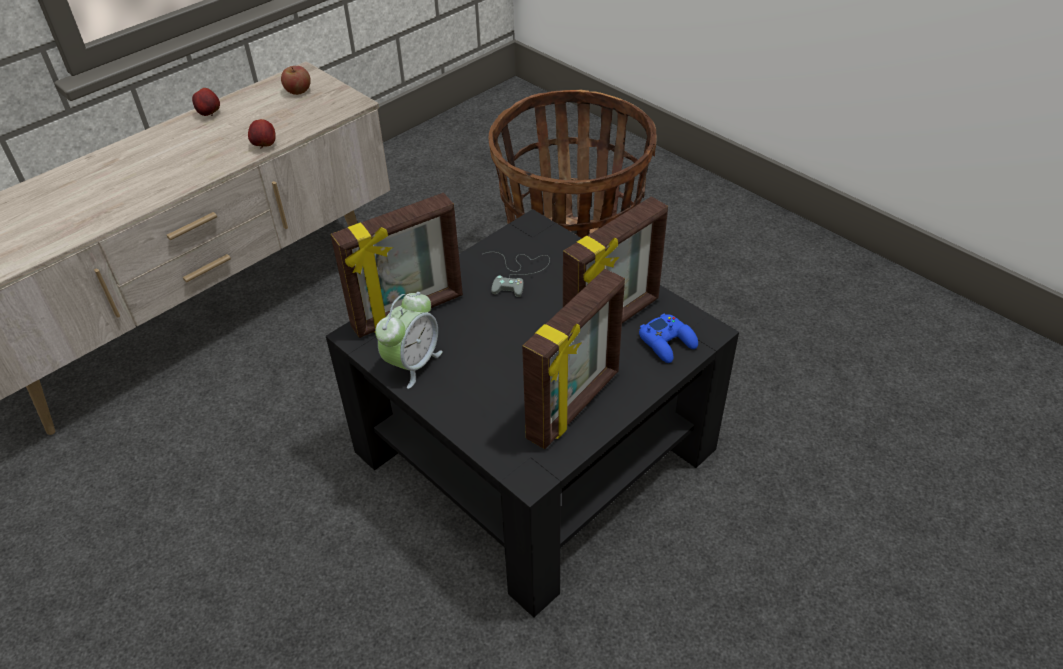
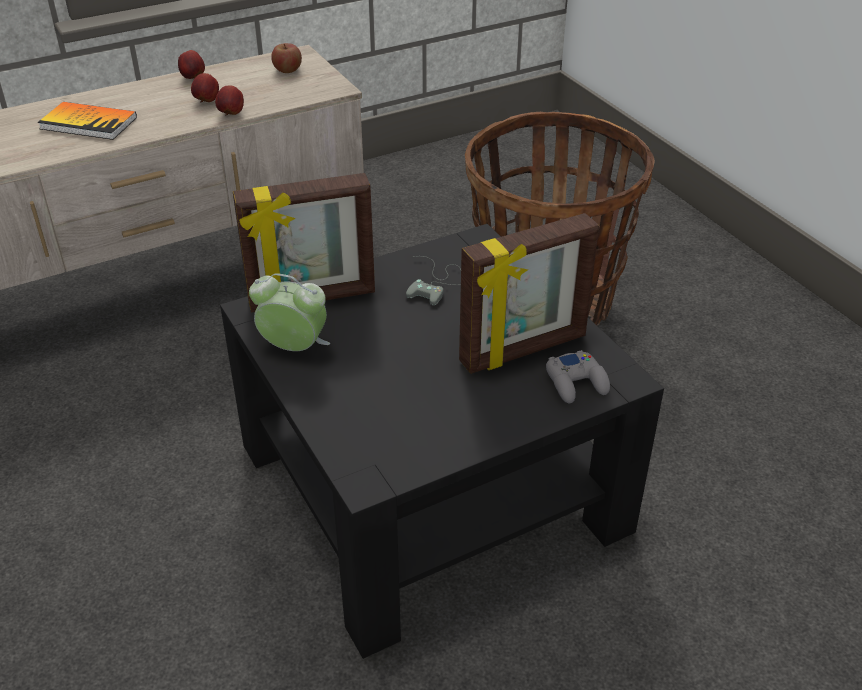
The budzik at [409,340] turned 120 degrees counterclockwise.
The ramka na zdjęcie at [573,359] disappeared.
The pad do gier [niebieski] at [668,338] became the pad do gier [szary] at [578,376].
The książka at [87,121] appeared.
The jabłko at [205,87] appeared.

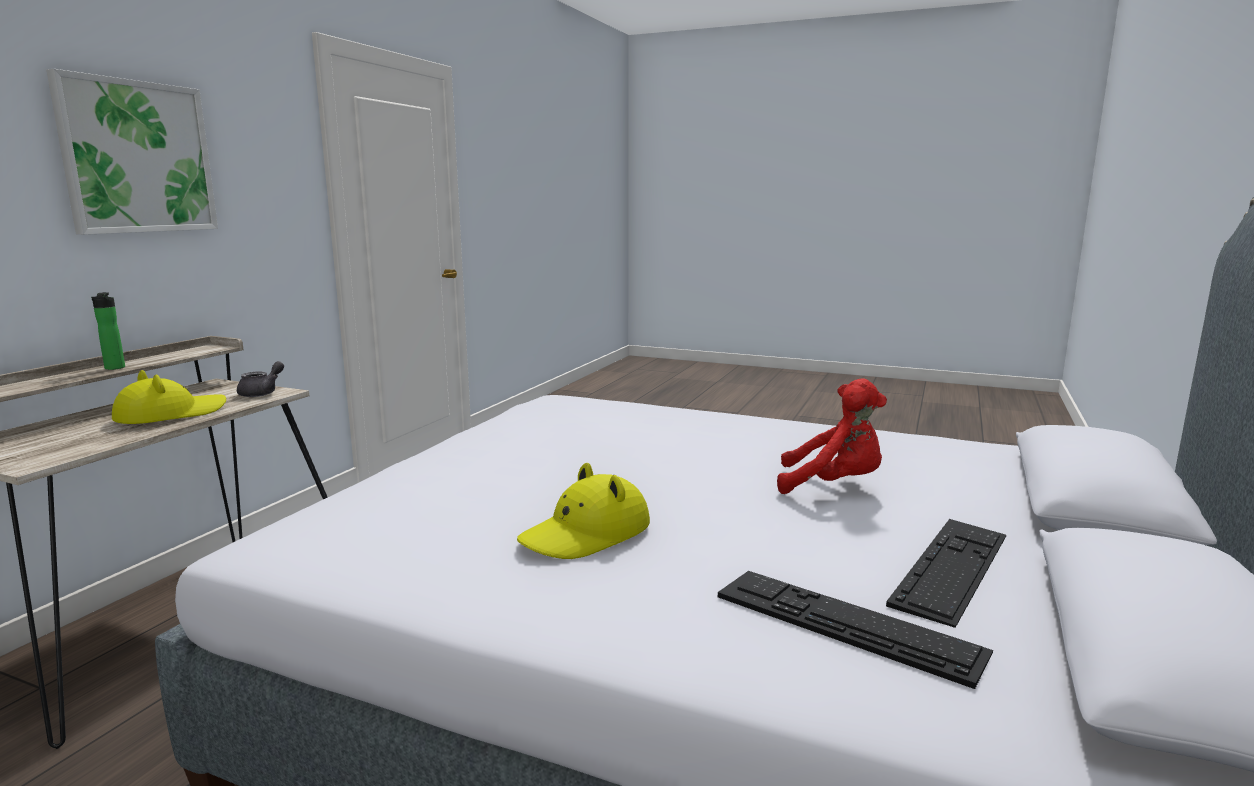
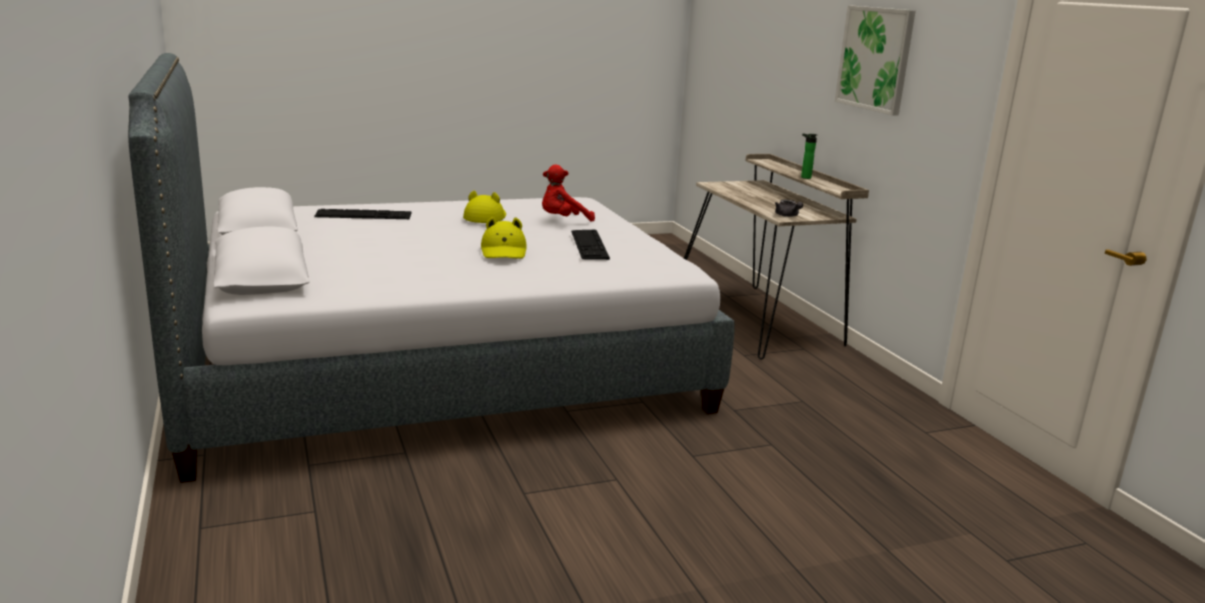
The kapelusz [żółty] moved from [169,397] to [504,238].
The pluszak [czerwony] moved from [832,436] to [568,193].
The klawiatura moved from [946,573] to [590,244].

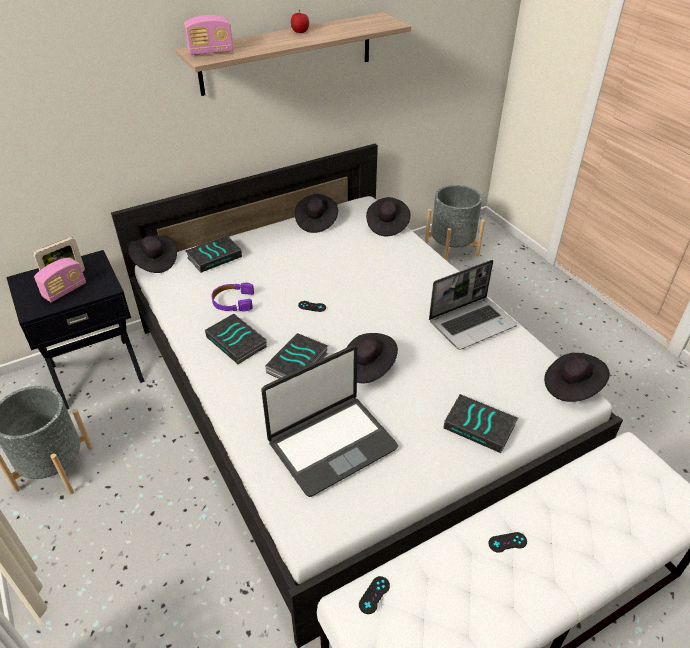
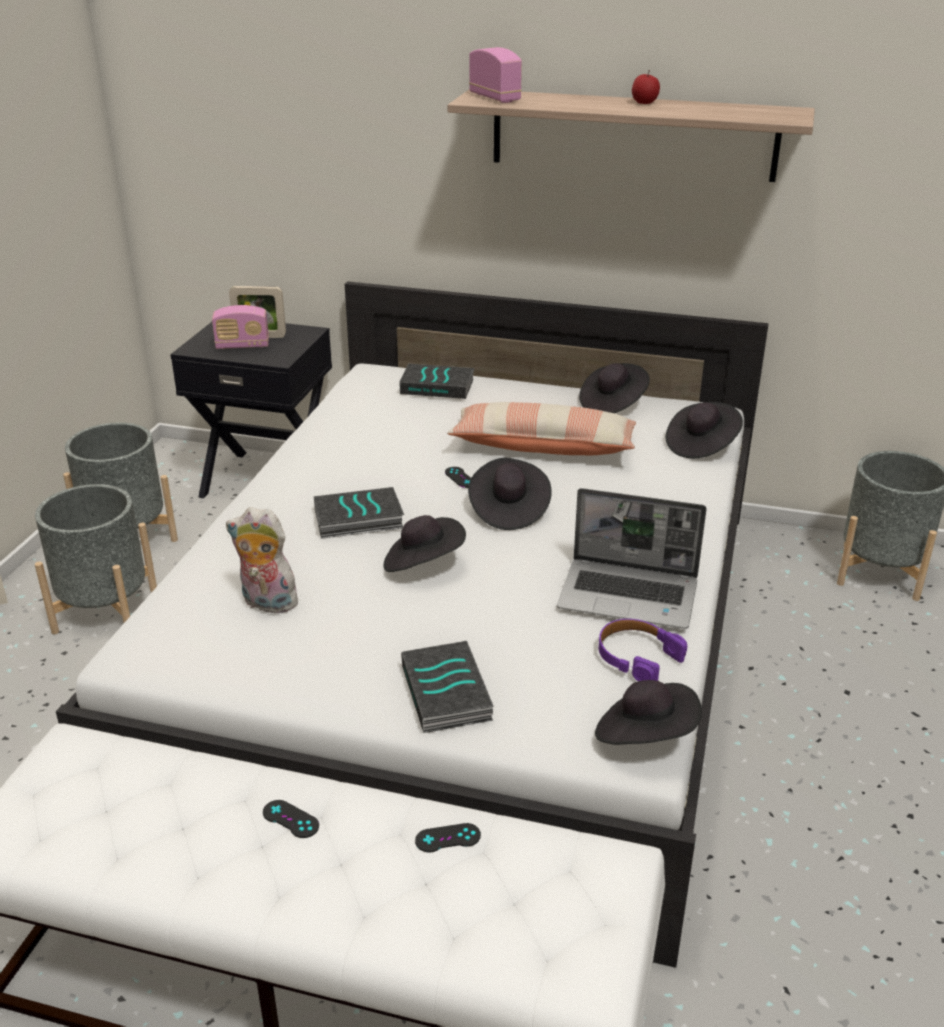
The kapelusz [czarny] moved from [152,253] to [510,494].
The radio at [208,35] turned 150 degrees counterclockwise.
The książka at [236,339] disappeared.
The słuchawki [fioletowy] moved from [233,297] to [643,650].
The laptop at [329,421] was replaced by the pluszak at [263,560].
The pad do gier [czarny] moved from [374,595] to [448,837].
The donica [szary] at [96,559] appeared.
The poduszka at [541,428] appeared.

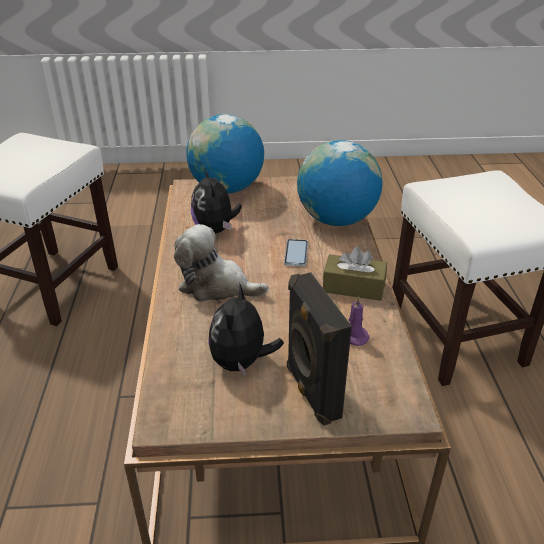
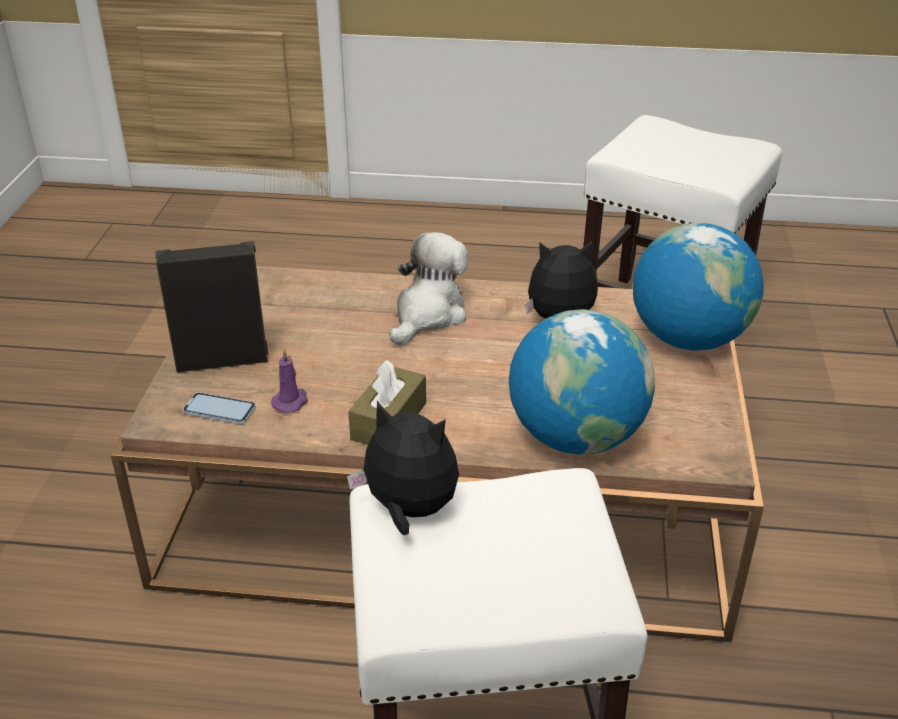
The pluszak moved from [246,329] to [403,468].
The telefon moved from [296,252] to [219,408].

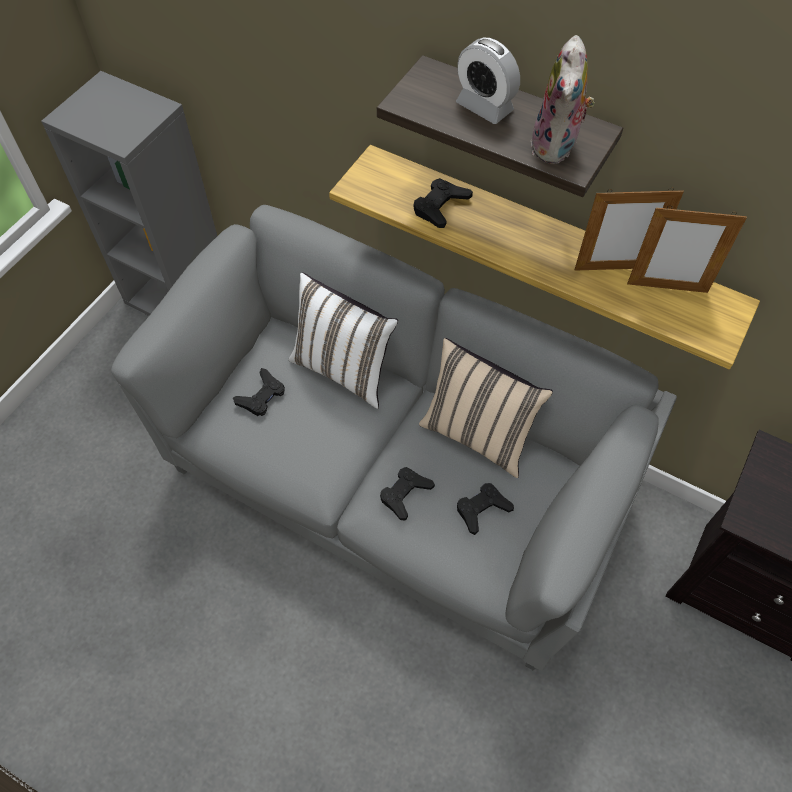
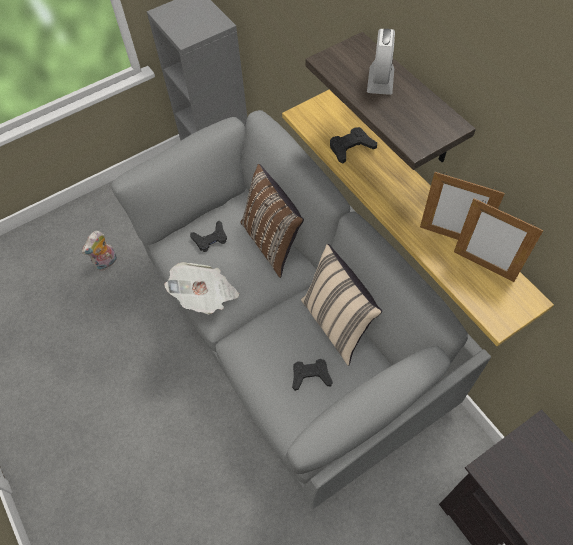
The poduszka [biały] at [343,340] became the poduszka [brązowy] at [272,221].
The pad do gier [czarny] at [407,494] disappeared.
The budzik at [488,81] turned 150 degrees counterclockwise.
The pluszak moved from [563,99] to [99,251].
The gazeta at [201,288] appeared.

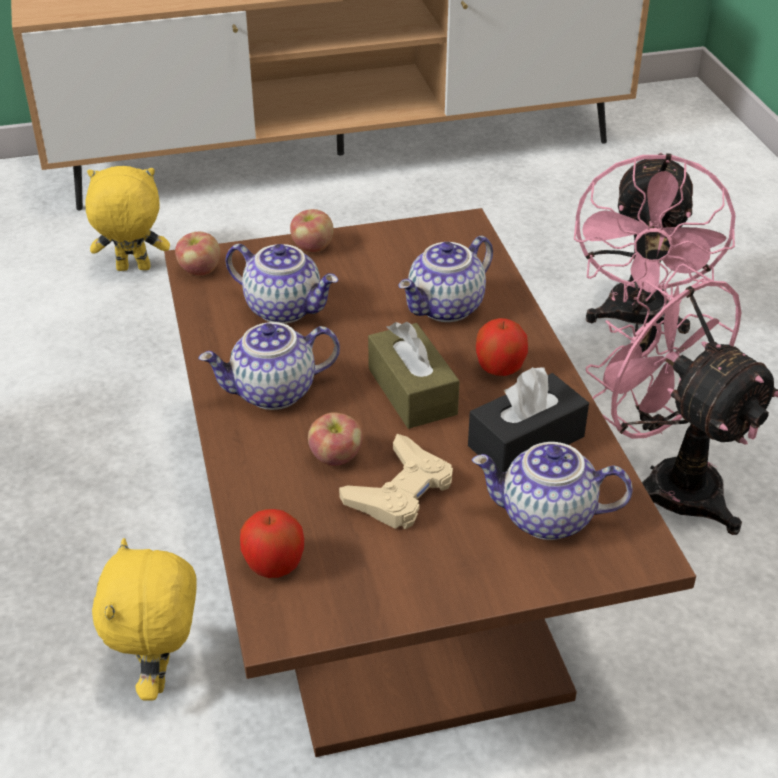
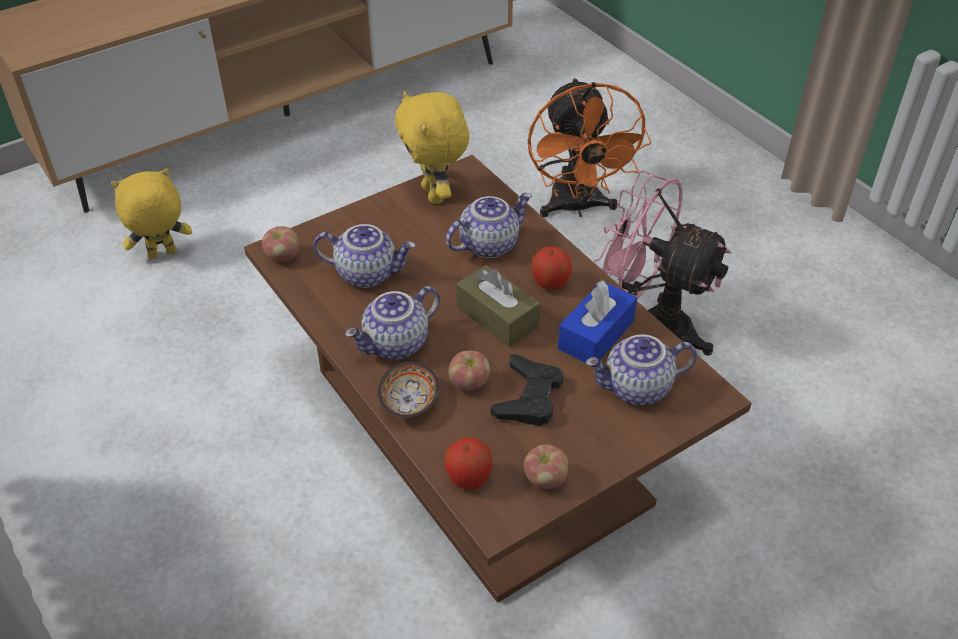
The pluszak [żółty] moved from [144,619] to [432,147].
The jabłko moved from [312,230] to [546,466].
The pad do gier [beżowy] at [396,481] became the pad do gier [czarny] at [527,390].
The imbryk at [445,279] turned 150 degrees counterclockwise.
The pudełko chusteczek [czarny] at [528,419] became the pudełko chusteczek [niebieski] at [597,323].
The wentylator [różowy] at [654,243] became the wentylator [pomarańczowy] at [590,147].
The miska at [408,390] appeared.

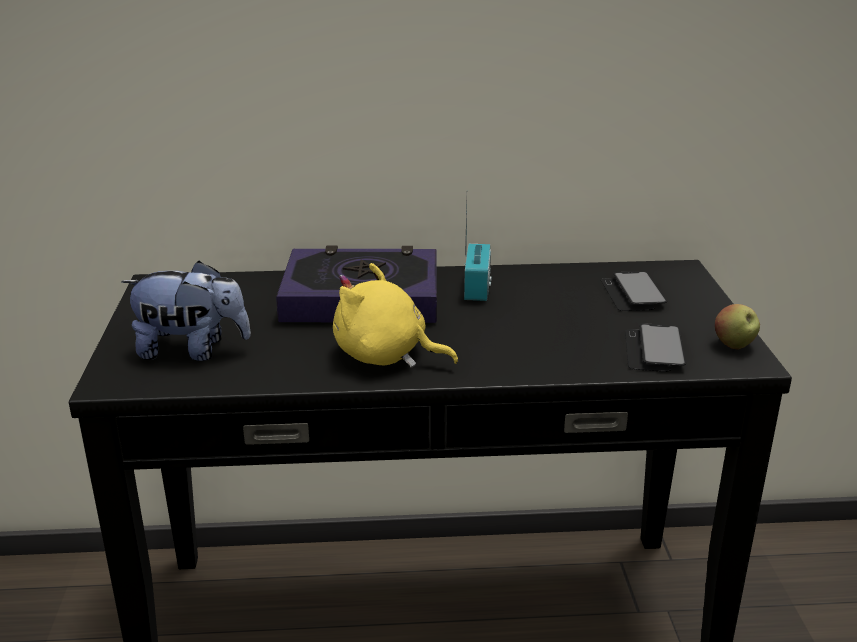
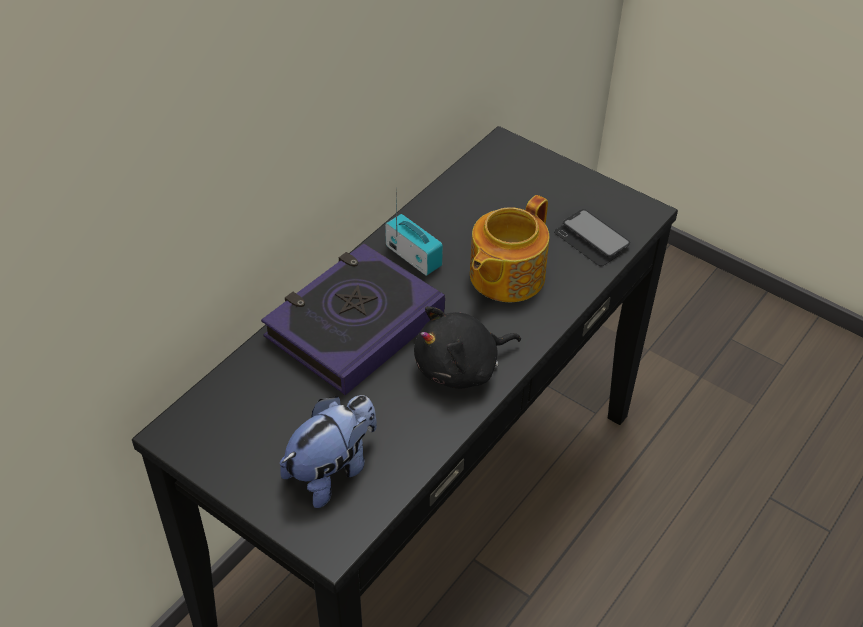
The pluszak [żółty] at [396,315] became the pluszak [czarny] at [467,347].
The telefon at [634,291] disappeared.
The jabłko at [737,327] disappeared.
The imbryk at [509,248] appeared.

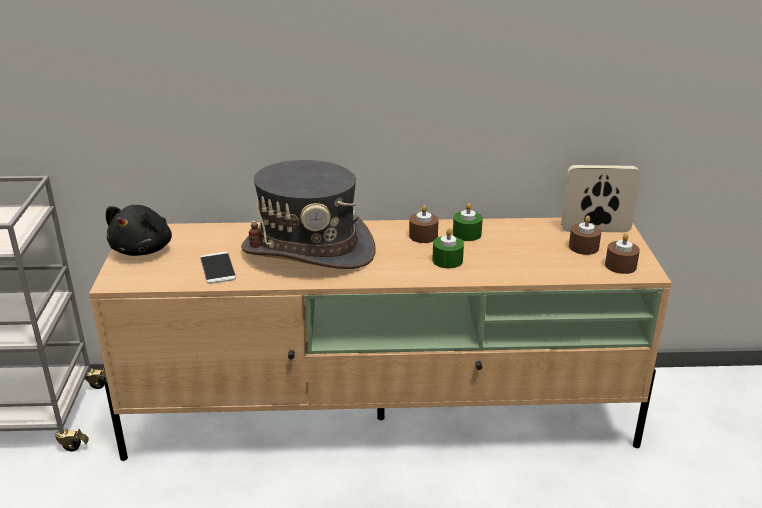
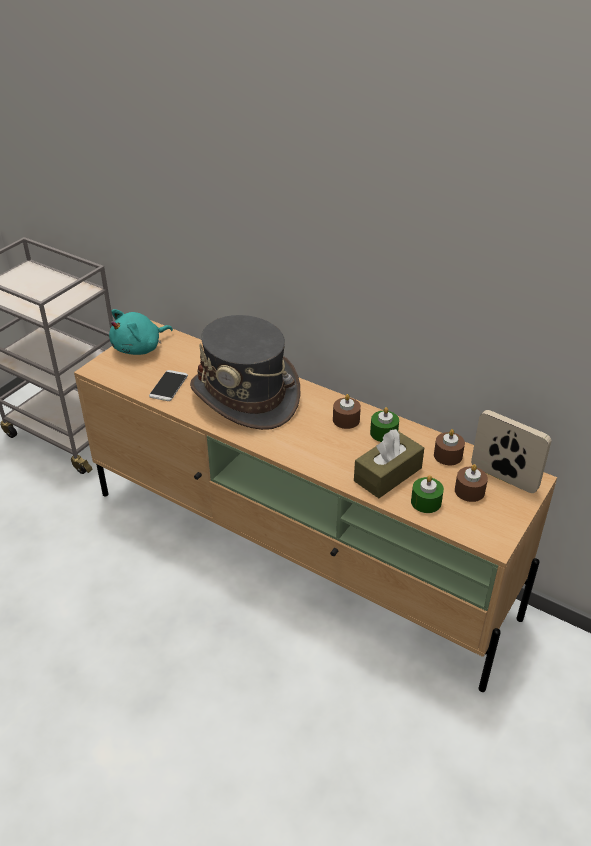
The pluszak [czarny] at [139,230] became the pluszak [turkusowy] at [141,332].
The świeca [zielony] moved from [448,248] to [427,494].
The świeca [brązowy] moved from [622,253] to [449,447].
The pudełko chusteczek [brązowy] at [389,463] appeared.

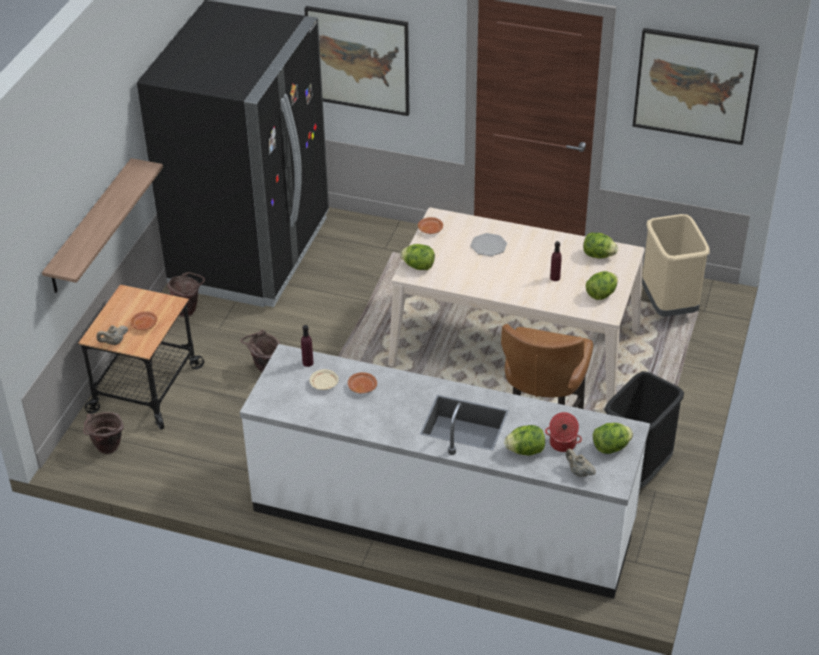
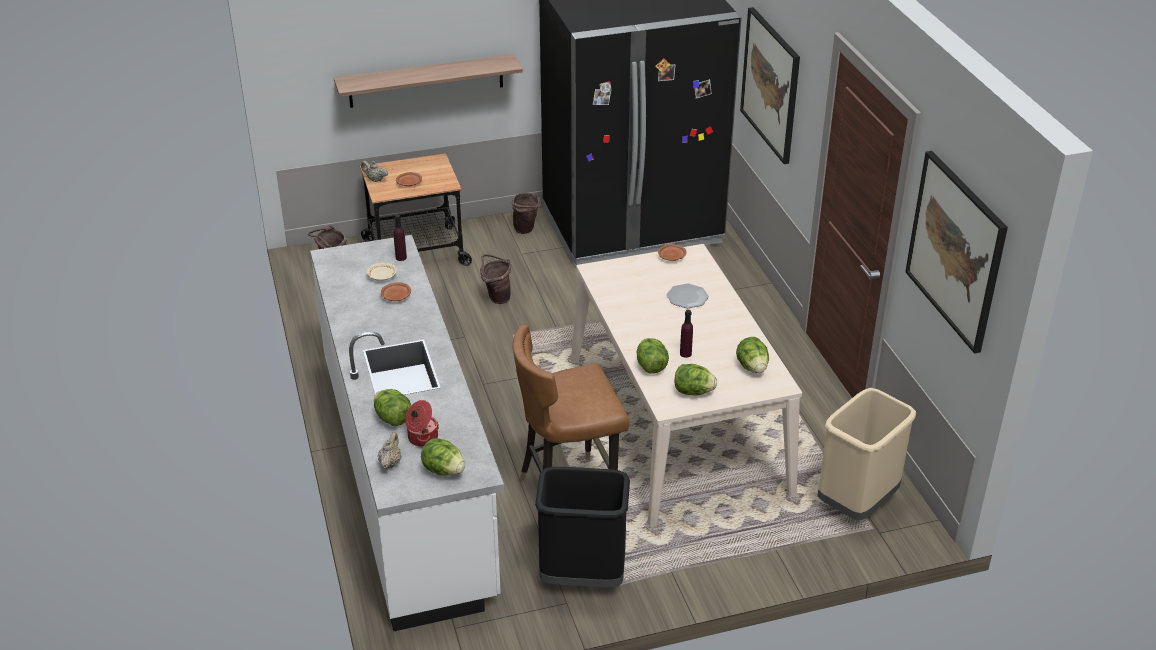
The sałata moved from [417,257] to [653,355].

